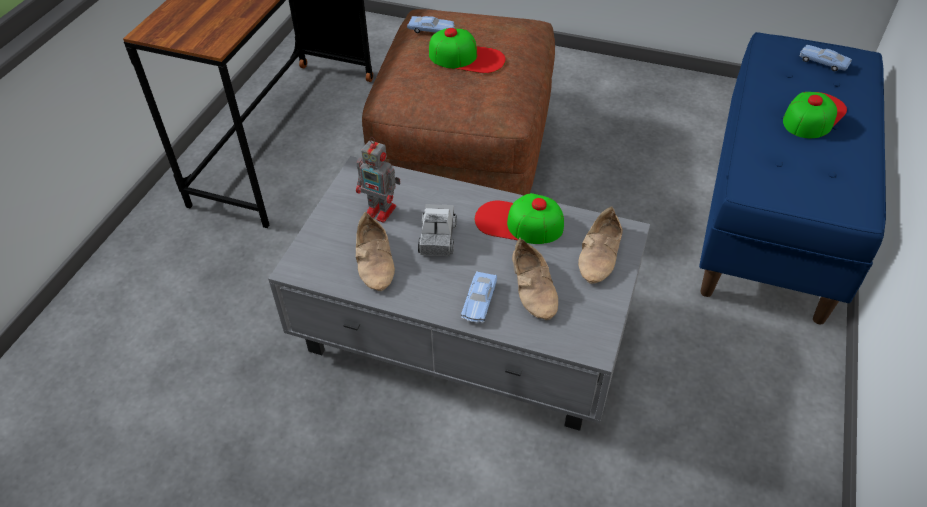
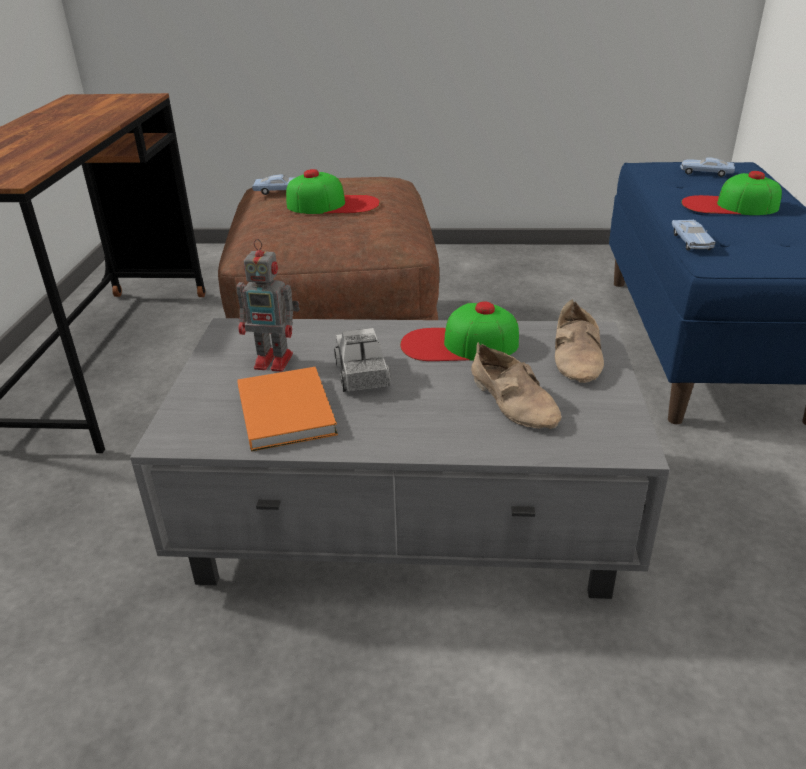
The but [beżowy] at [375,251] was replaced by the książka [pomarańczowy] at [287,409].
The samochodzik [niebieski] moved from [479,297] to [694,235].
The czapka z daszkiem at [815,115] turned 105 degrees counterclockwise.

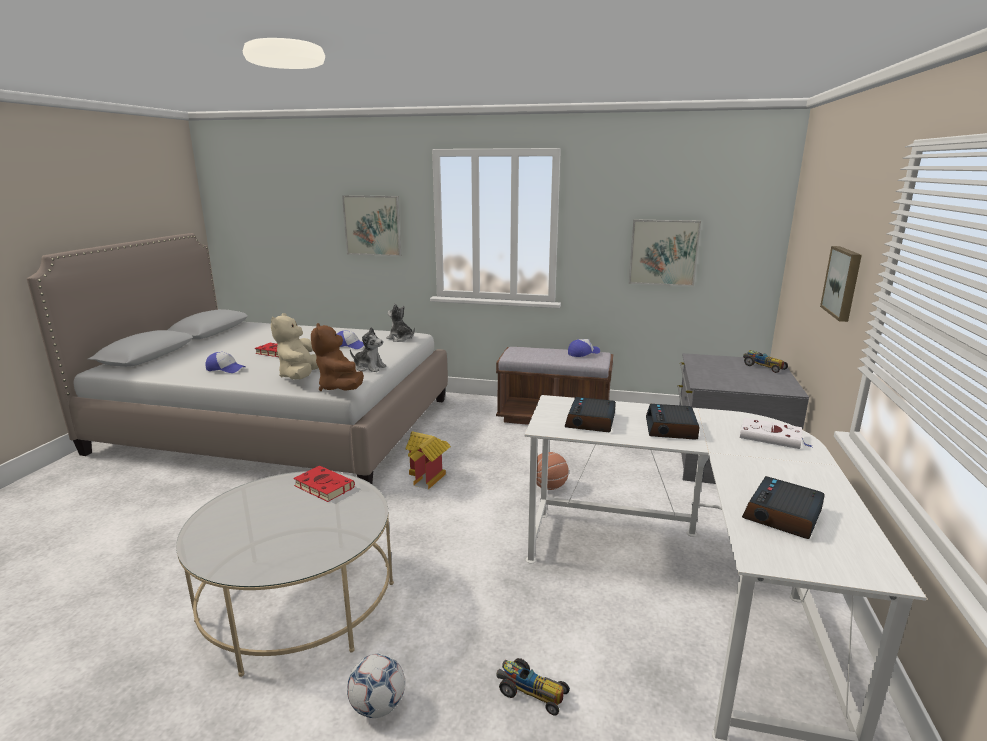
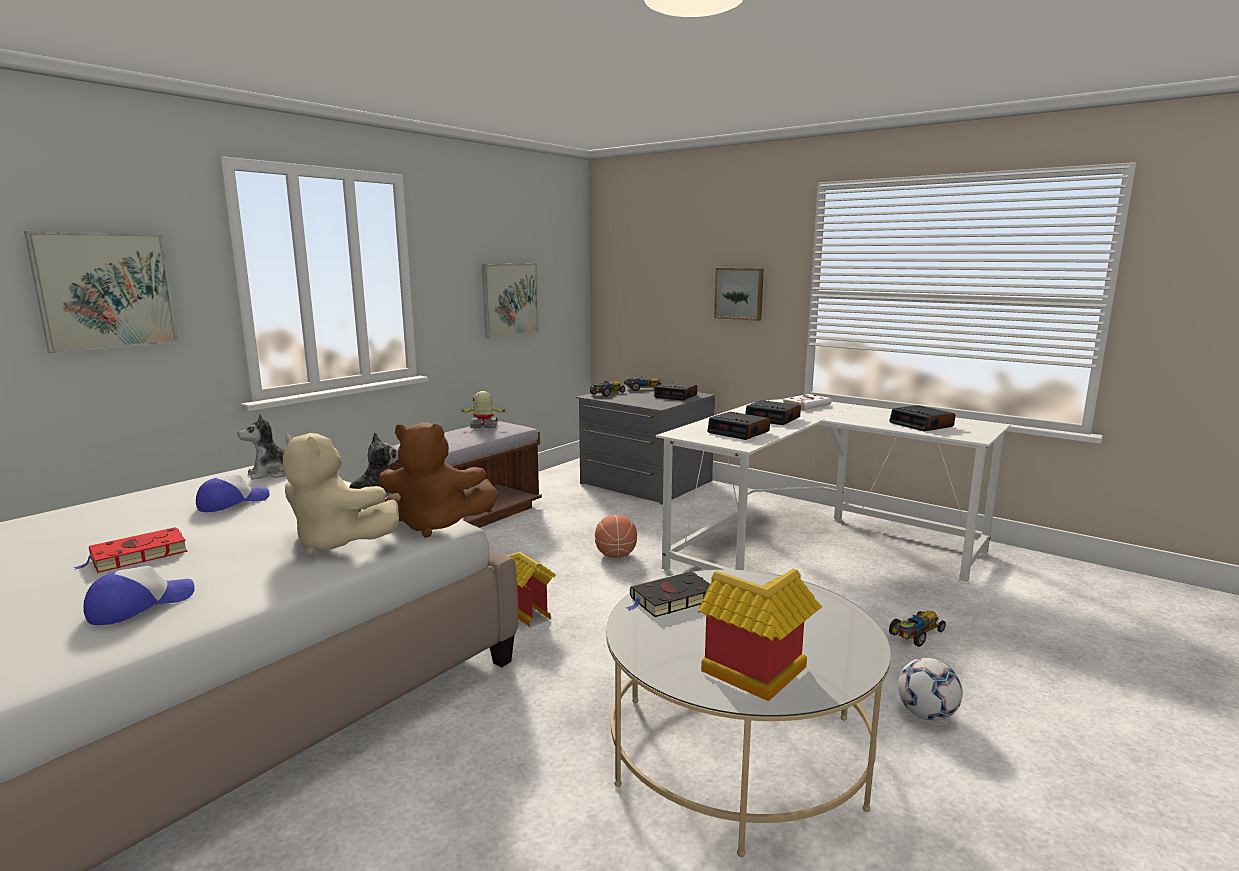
The książka [czerwony] at [324,484] became the książka [czarny] at [668,594].
The czapka z daszkiem at [584,348] was replaced by the robot zabawkowy at [483,409].
The samochodzik at [607,389] appeared.
The budzik at [675,391] appeared.
The domek at [760,635] appeared.

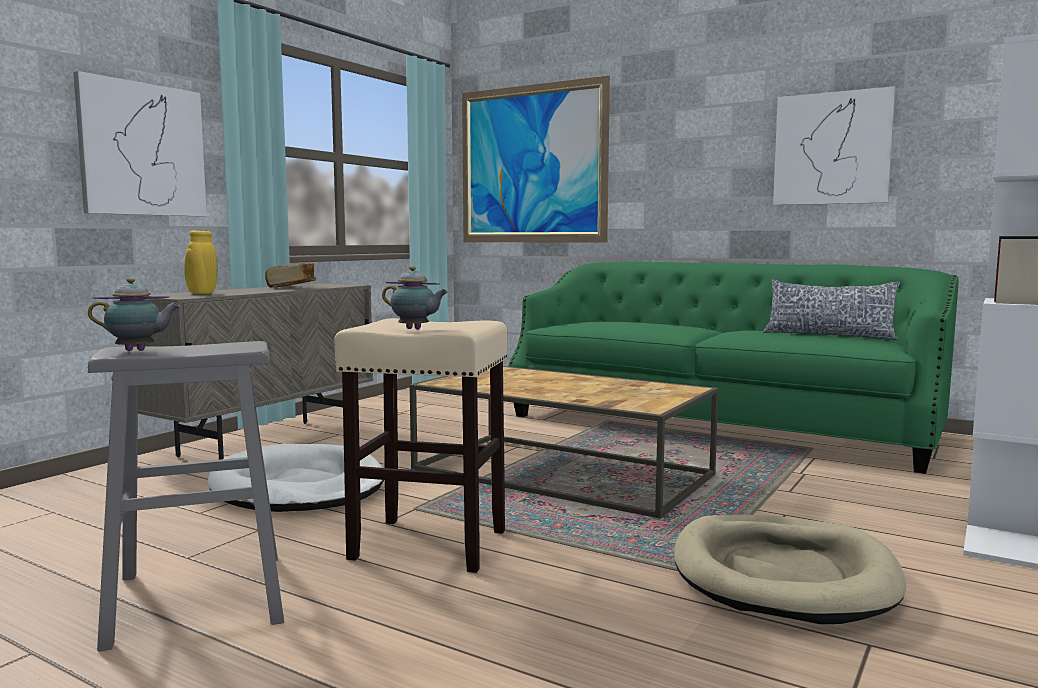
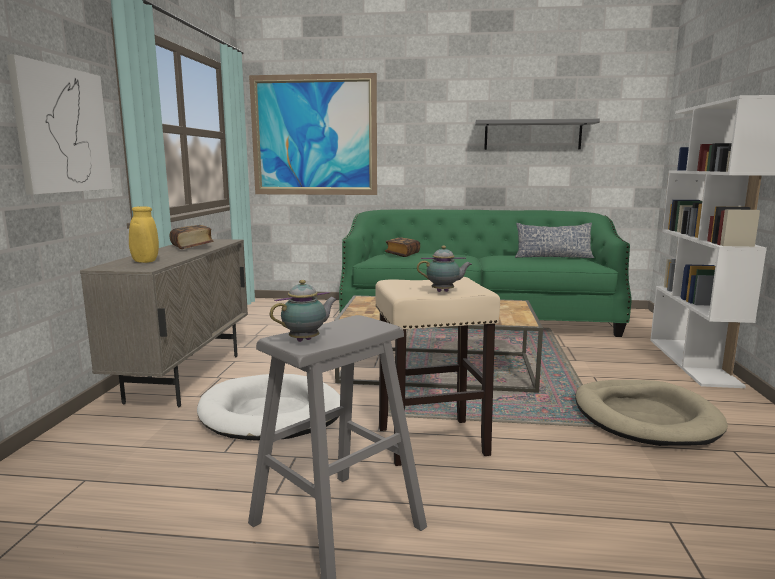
The obraz at [834,145] was replaced by the półka [szary] at [537,134].
The książka at [402,247] appeared.

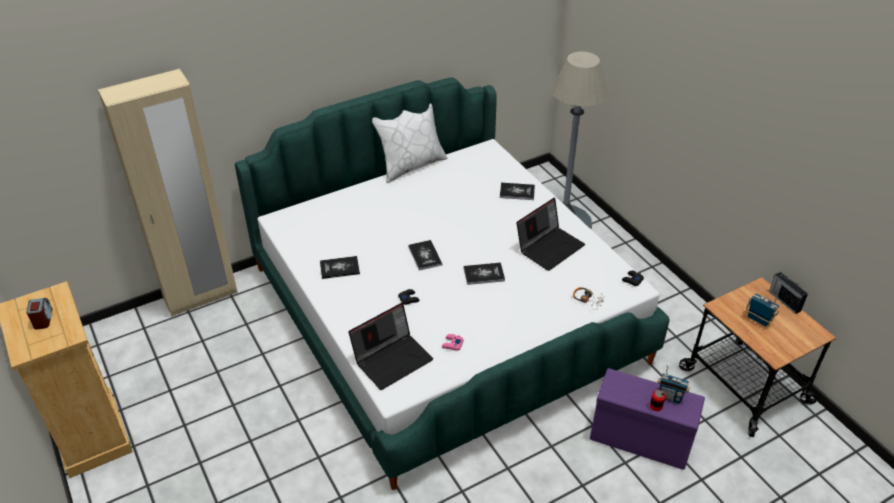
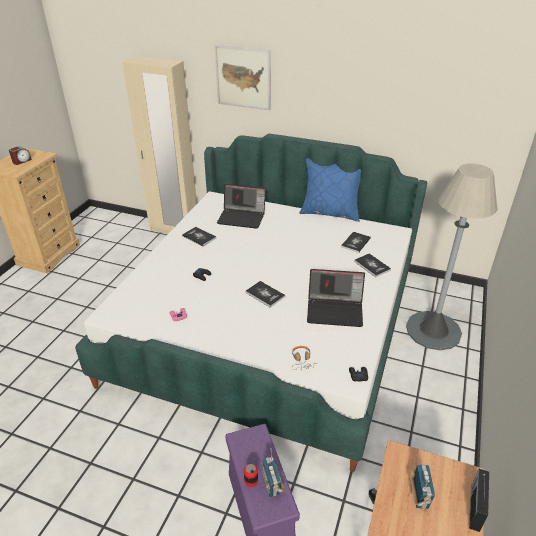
The laptop moved from [391,346] to [241,206].
The poduszka [biały] at [410,143] became the poduszka [niebieski] at [330,190].
The książka moved from [425,255] to [356,242].
The obraz at [242,77] appeared.

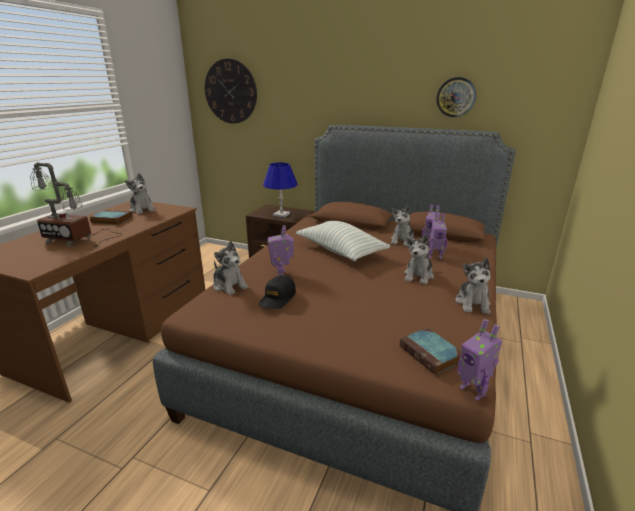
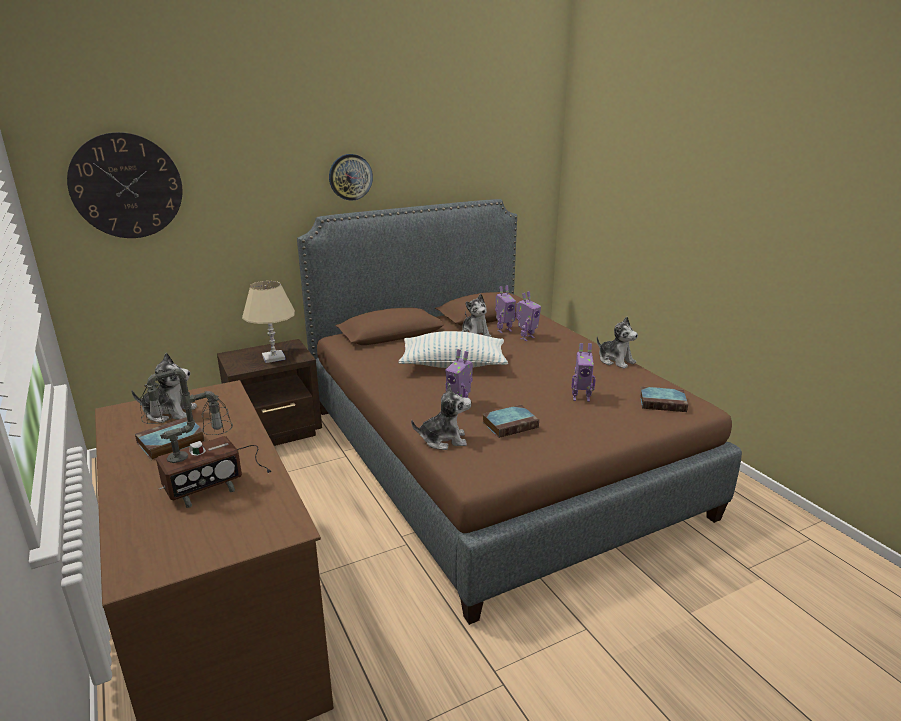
The czapka z daszkiem [czarny] at [277,292] was replaced by the książka at [510,421].
The lampa stołowa [niebieski] at [280,190] became the lampa stołowa [beżowy] at [268,322].
The pluszak at [419,259] disappeared.
The zegar ścienny moved from [456,97] to [351,177].
The robot zabawkowy moved from [479,360] to [583,372].

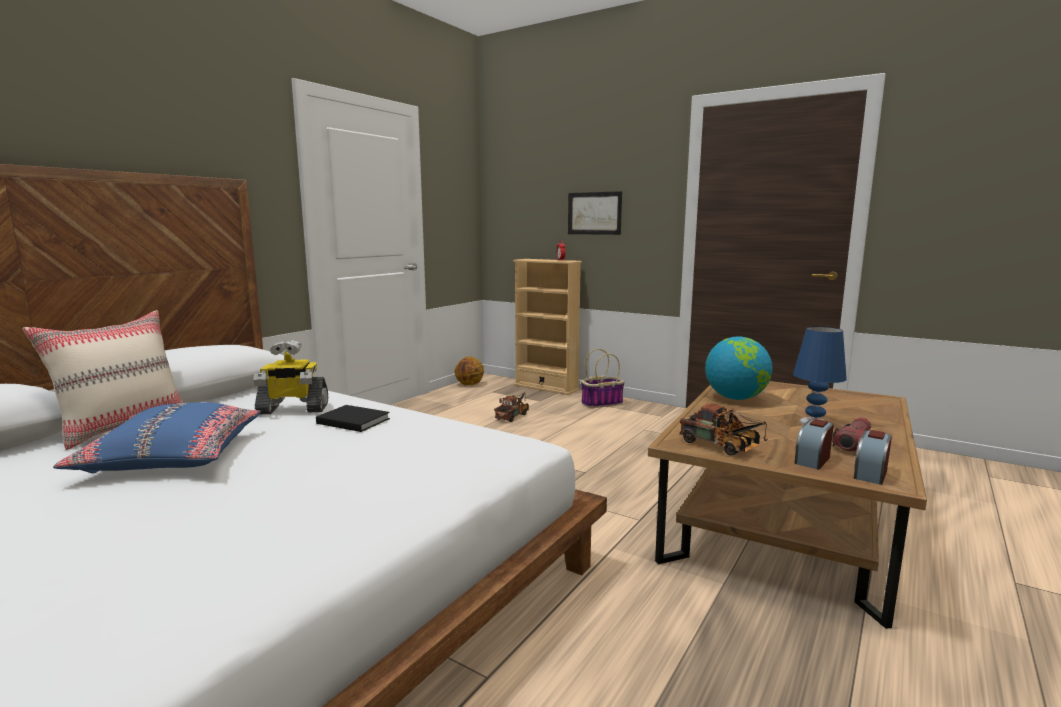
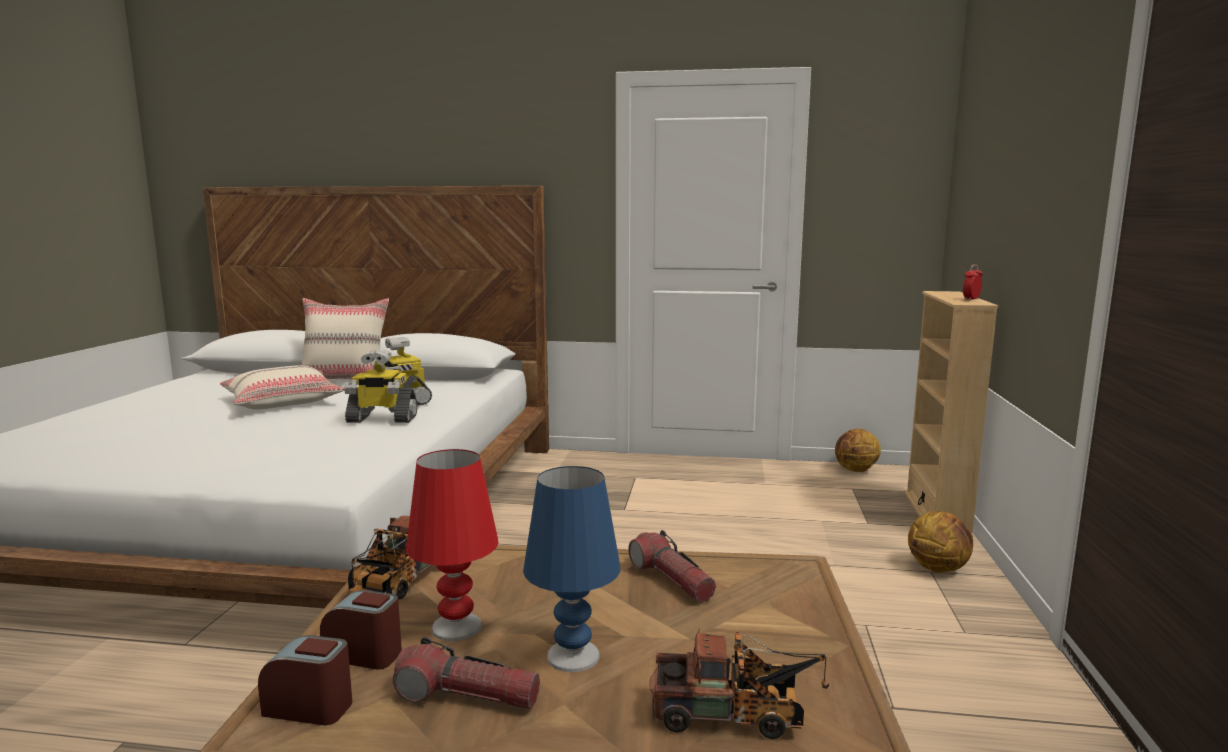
The poduszka [niebieski] at [157,437] became the poduszka [beżowy] at [282,387].
The książka [czarny] at [353,418] was replaced by the robot zabawkowy at [381,386].
The ciężarówka zabawkowa moved from [511,407] to [739,684].
The obraz at [595,213] disappeared.
The koszyk at [603,378] was replaced by the piłka do koszykówki at [940,542].
The globus at [738,368] was replaced by the latarka at [672,566].
The lampa stołowa [czerwony] at [452,545] appeared.

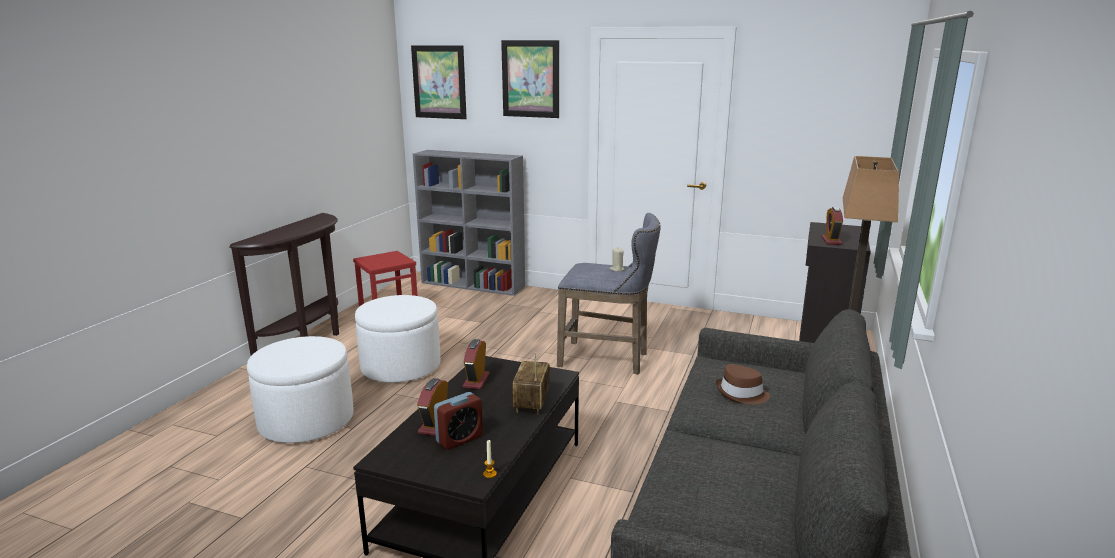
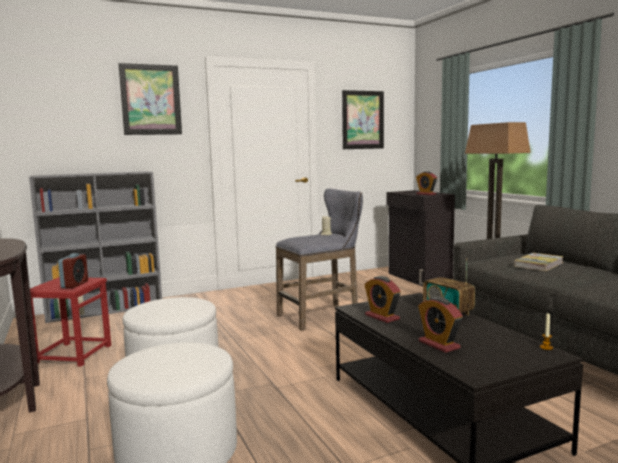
The obraz moved from [439,82] to [363,119].
The budzik moved from [458,421] to [73,270].
The kapelusz [brązowy] at [743,384] was replaced by the książka at [539,262].

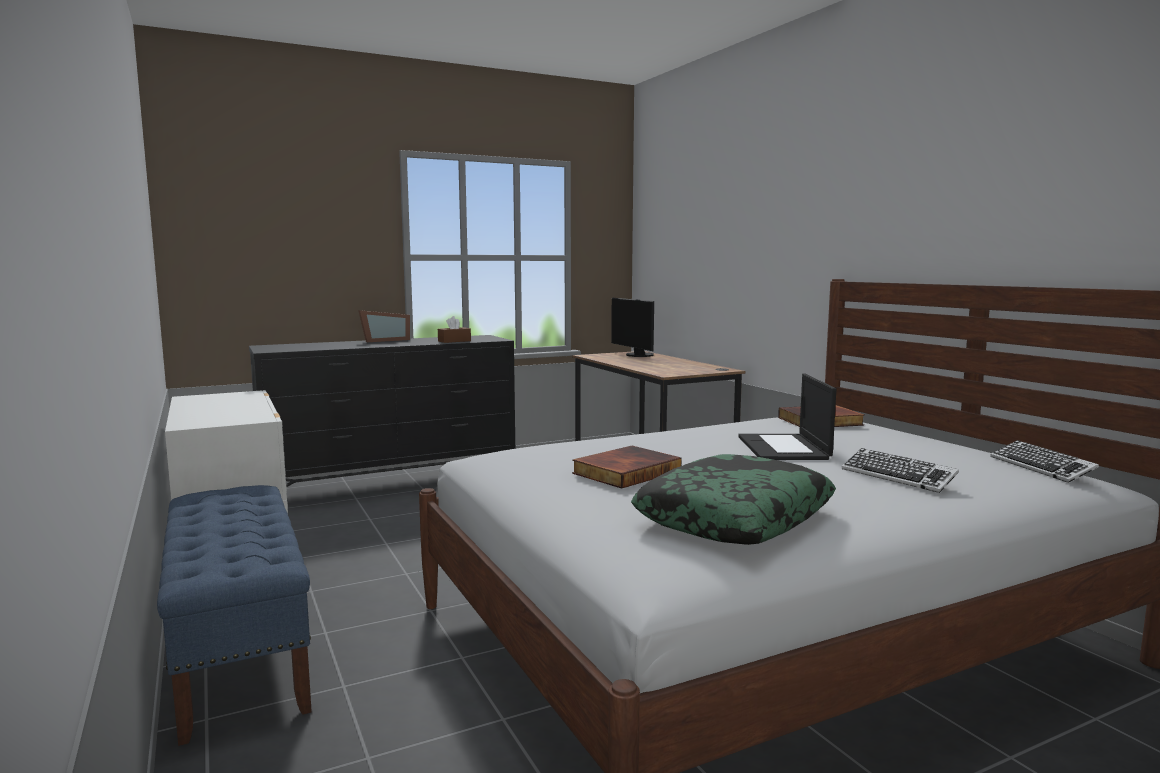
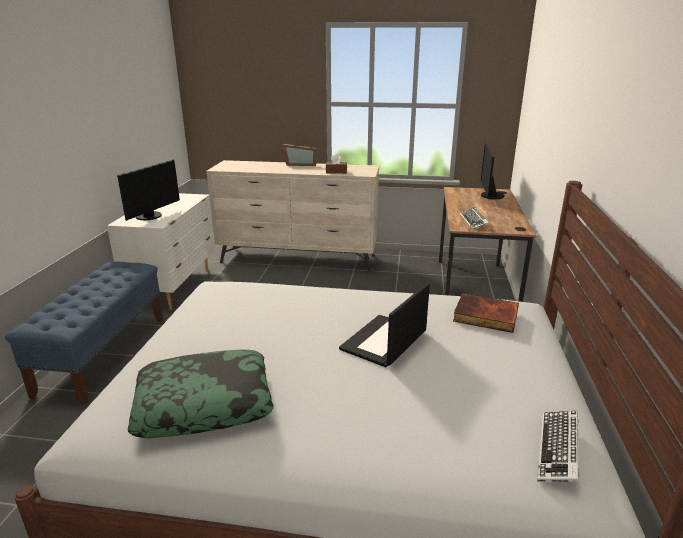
The komoda [czarny] at [382,411] became the komoda [beżowy] at [293,216].
The książka at [627,467] disappeared.
The klawiatura moved from [900,470] to [474,218].
The monitor at [148,190] appeared.

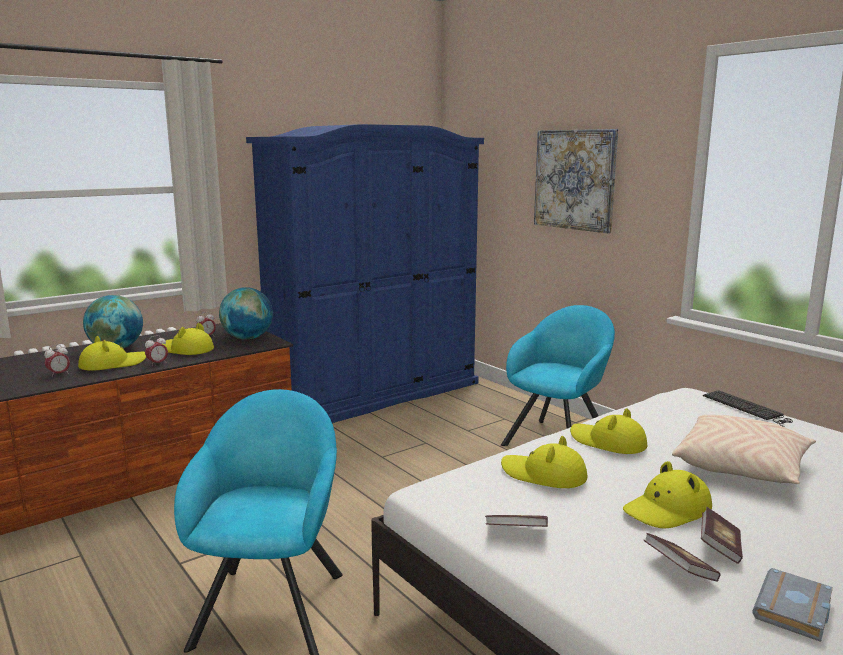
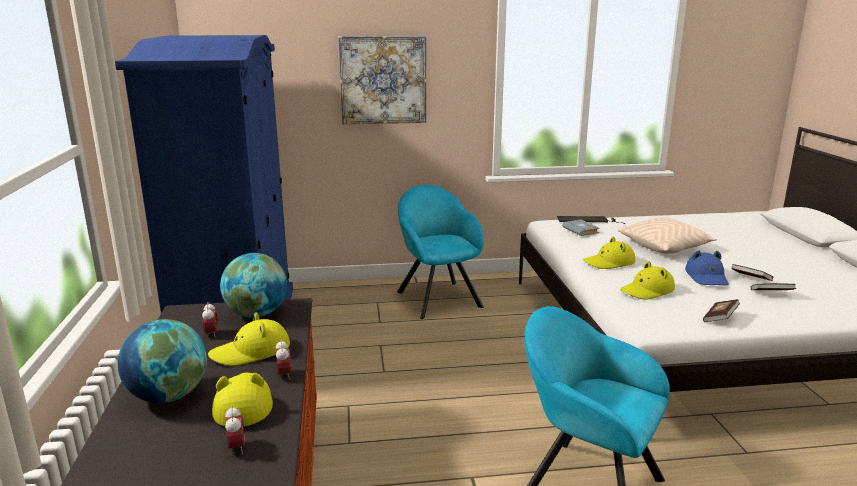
The kapelusz [żółty] at [667,495] became the kapelusz [niebieski] at [707,267].
The książka [szary] moved from [792,605] to [581,228].

